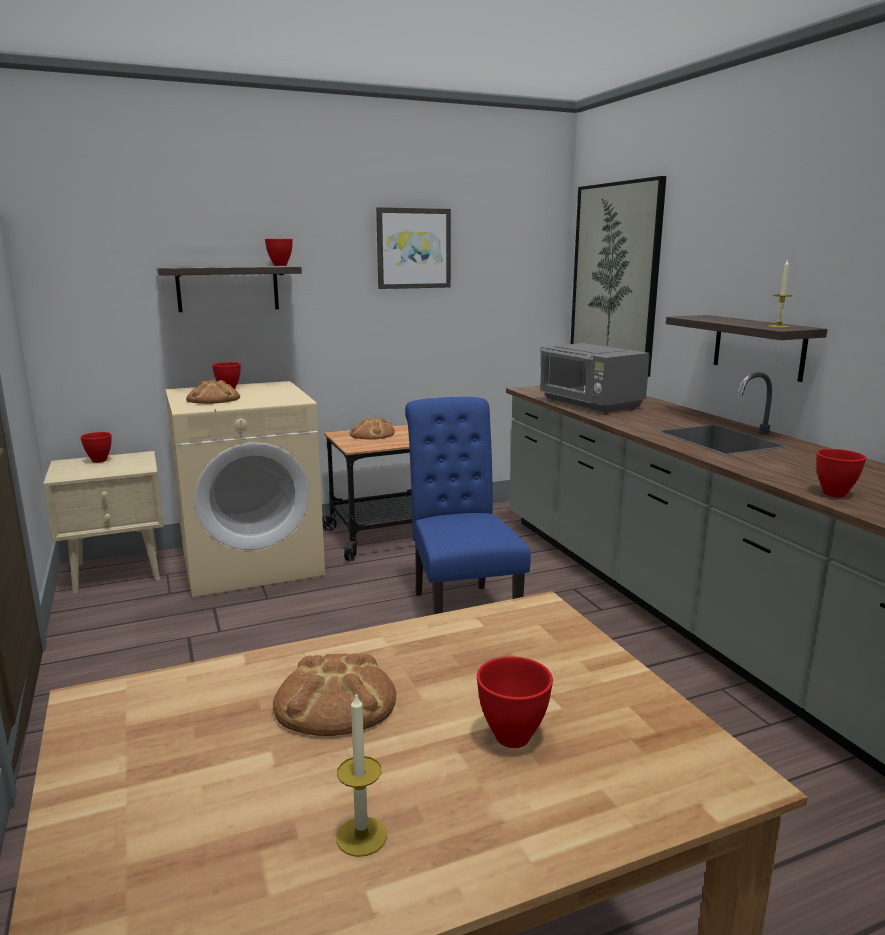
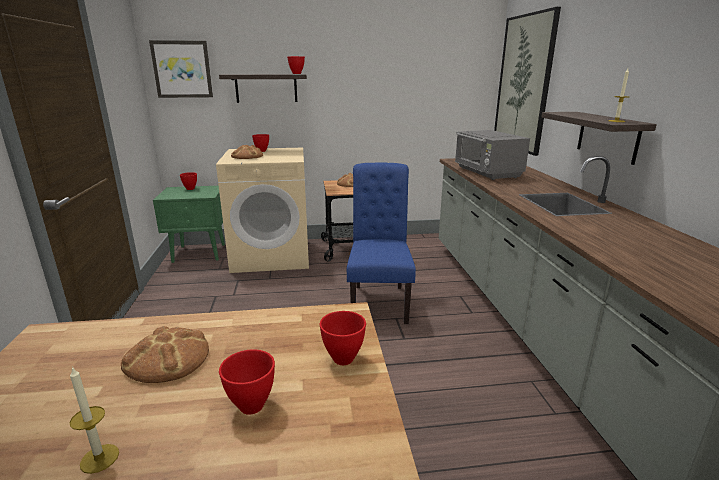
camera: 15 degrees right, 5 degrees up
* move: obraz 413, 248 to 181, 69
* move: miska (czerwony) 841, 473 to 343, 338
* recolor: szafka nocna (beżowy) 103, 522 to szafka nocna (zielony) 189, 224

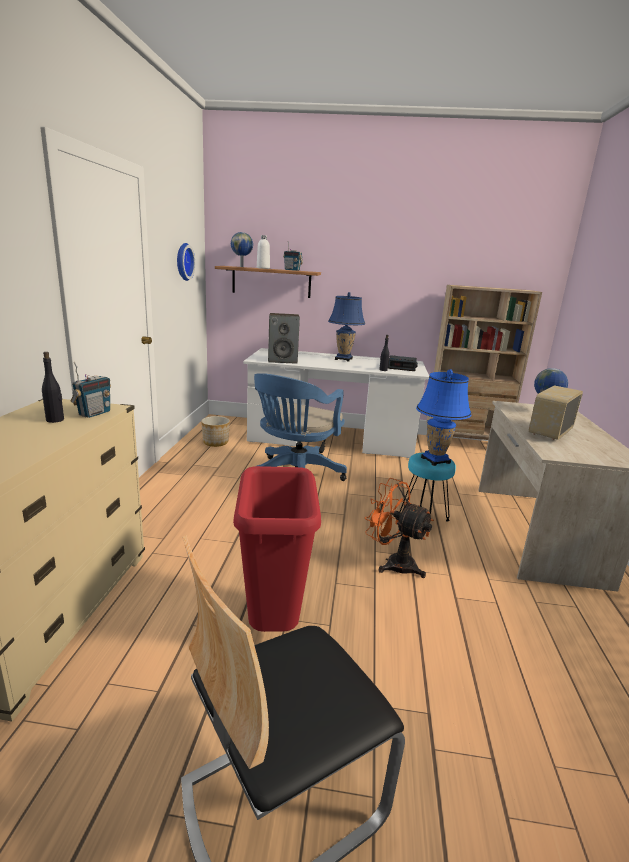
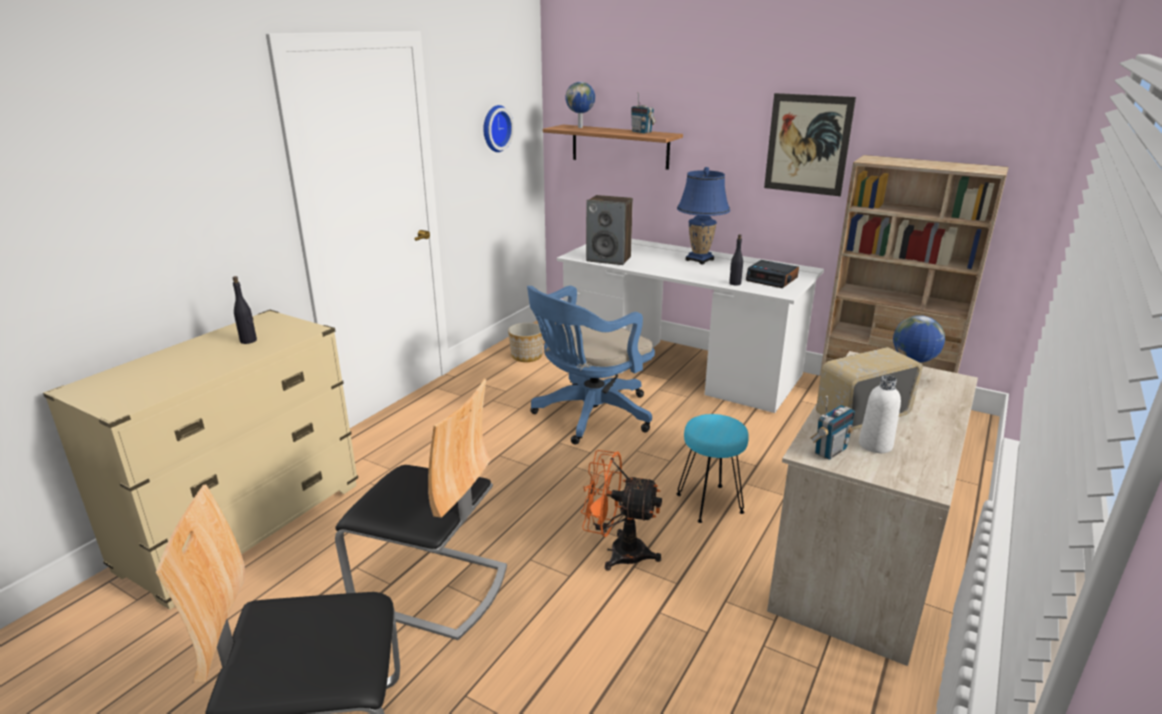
camera: 25 degrees right, 5 degrees up
* delete: lampa stołowa (niebieski) 443, 417
* insert: obraz 810, 144
* move: radio 91, 390 to 832, 428
* move: butelka (biały) 263, 252 to 880, 414
* replace: kosz na śmieci (czerwony) 277, 549 to krzesło 421, 509
* rotate: wentylator (pomarańczowy) 399, 528 = 621, 510 45 degrees counterclockwise

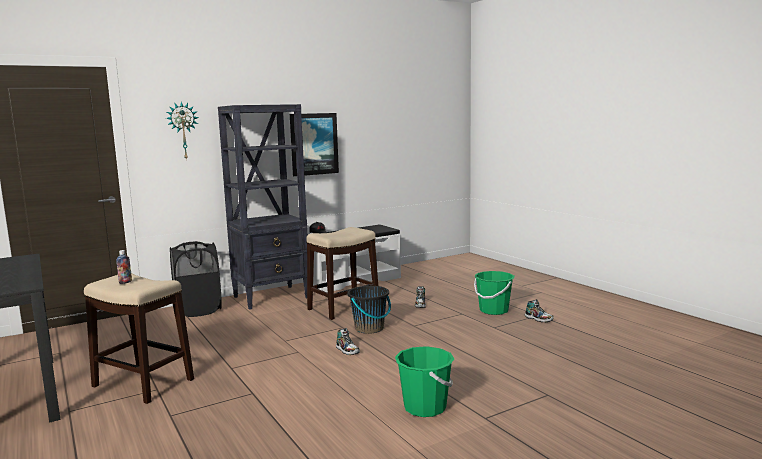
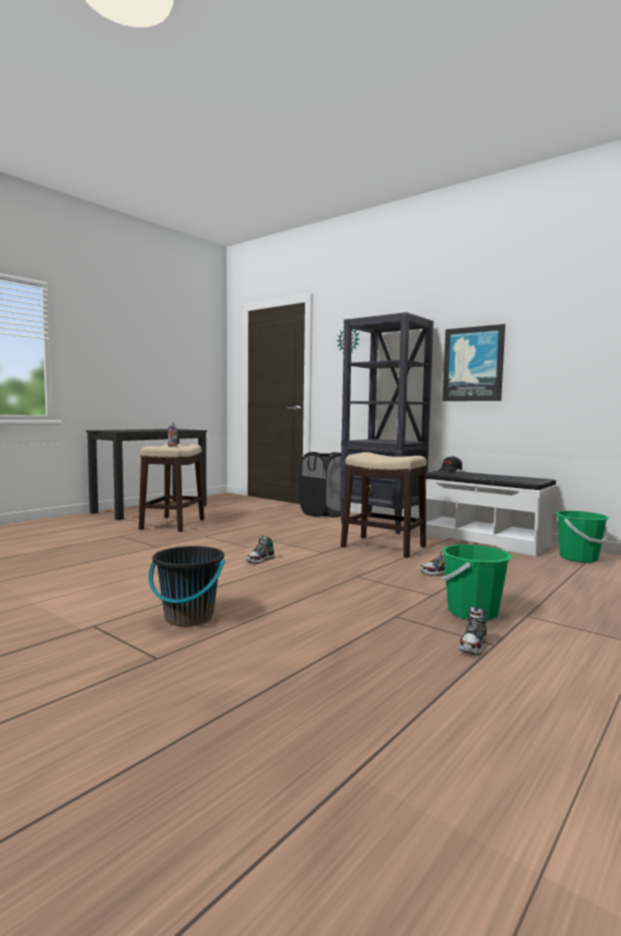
camera: 70 degrees right, 5 degrees down
* move: wiadro (czarny) 369, 310 to 187, 586
* move: wiadro (zielony) 424, 381 to 582, 537

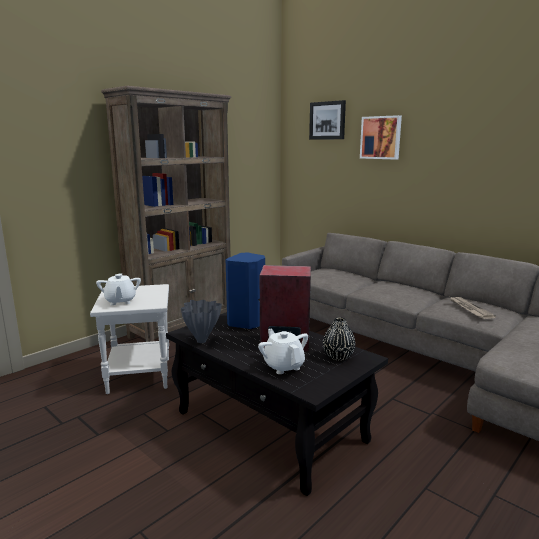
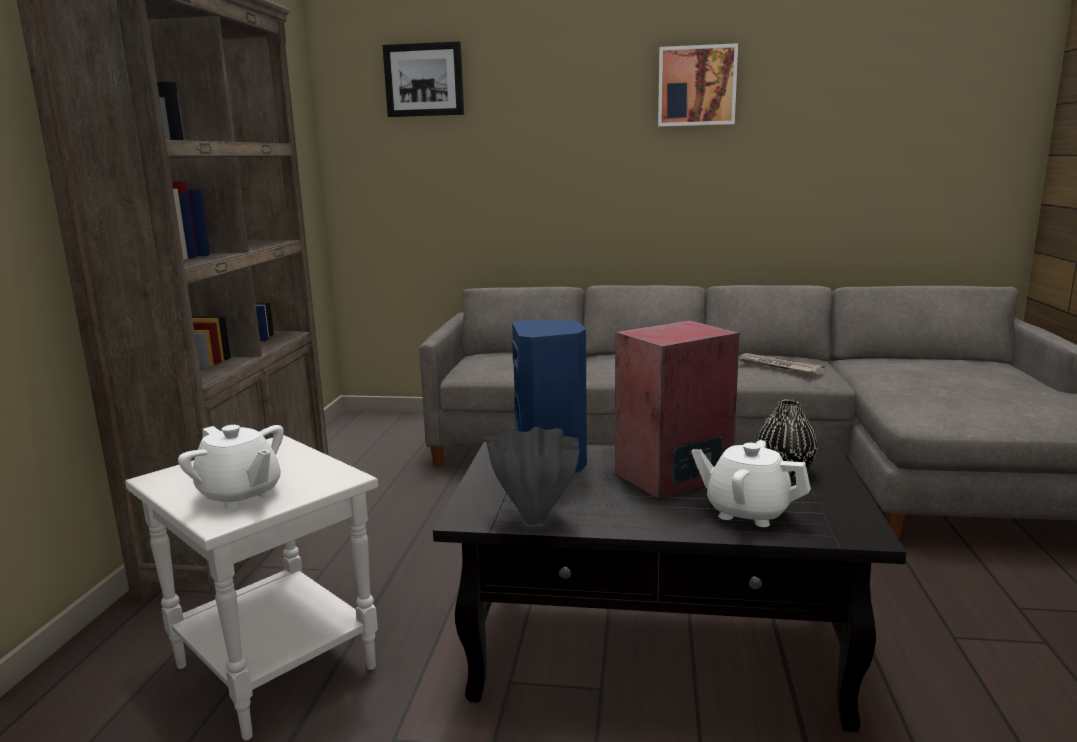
camera: 35 degrees left, 0 degrees up
* move: obraz 381, 137 to 698, 85

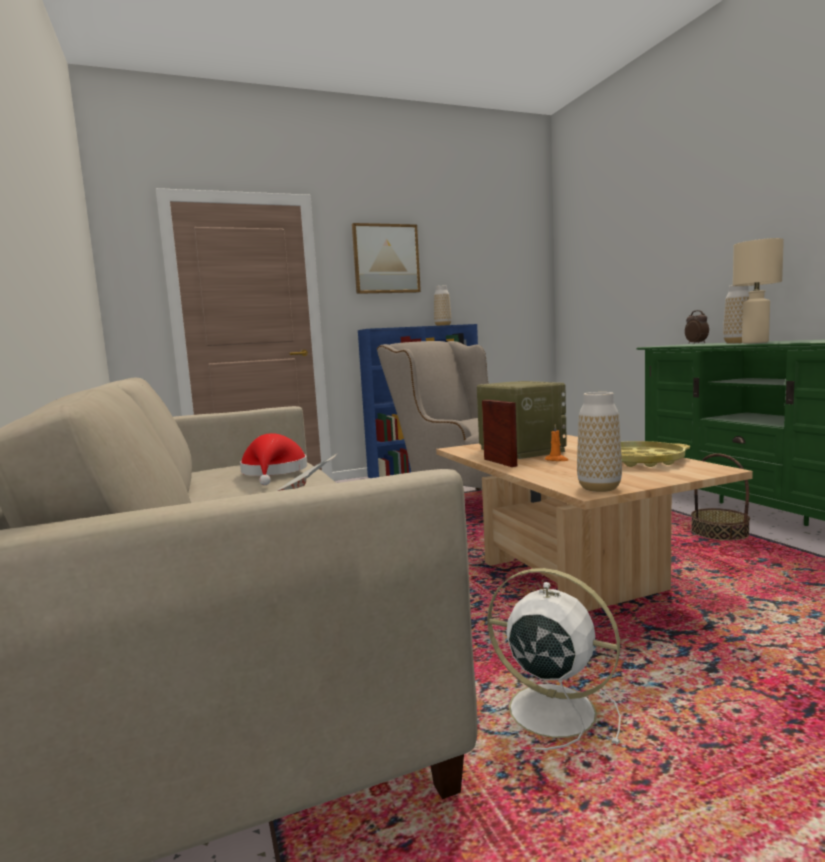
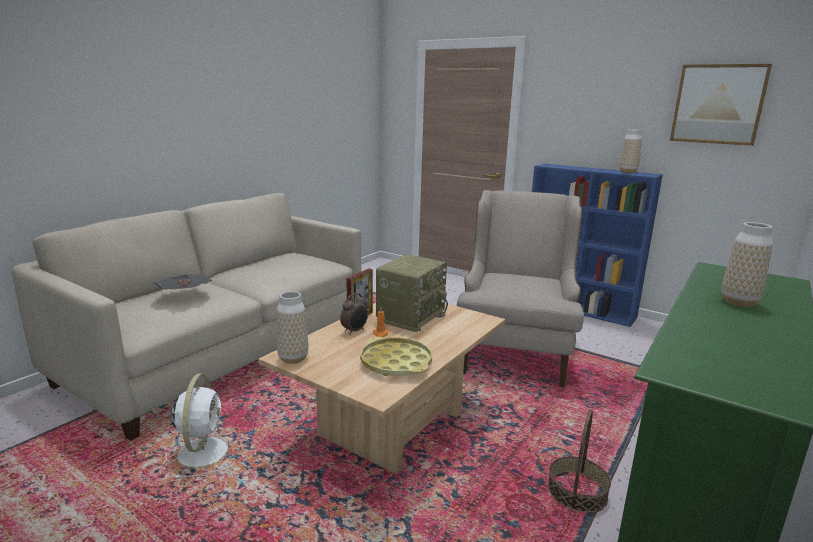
camera: 55 degrees right, 10 degrees up
* delete: kapelusz (czerwony) 273, 459
* delete: lampa stołowa (beżowy) 758, 291
* move: obraz 386, 258 to 721, 105
* move: budzik 697, 327 to 354, 314

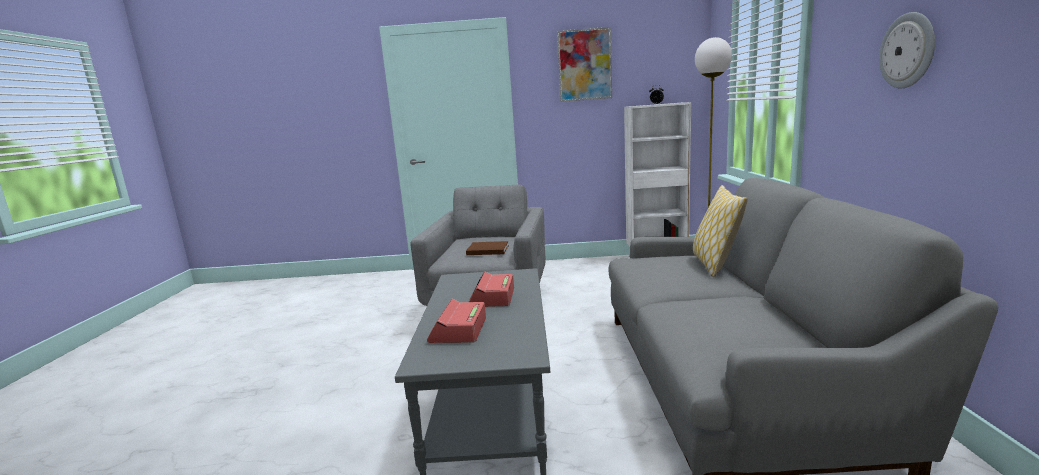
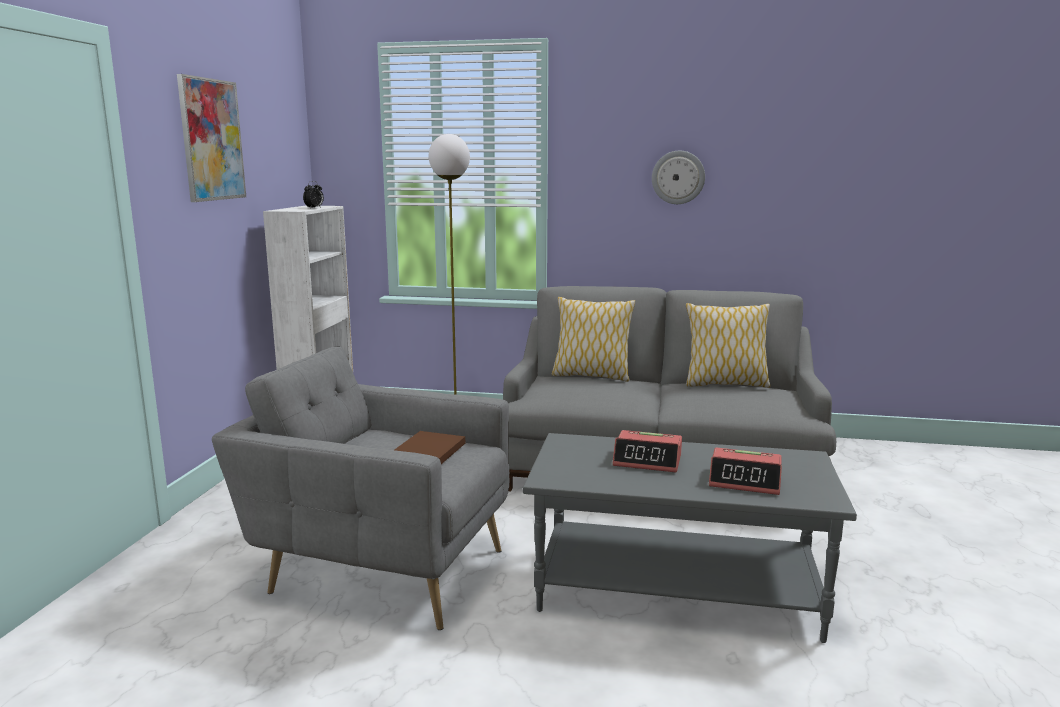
camera: 80 degrees left, 0 degrees up
* insert: poduszka 728, 345

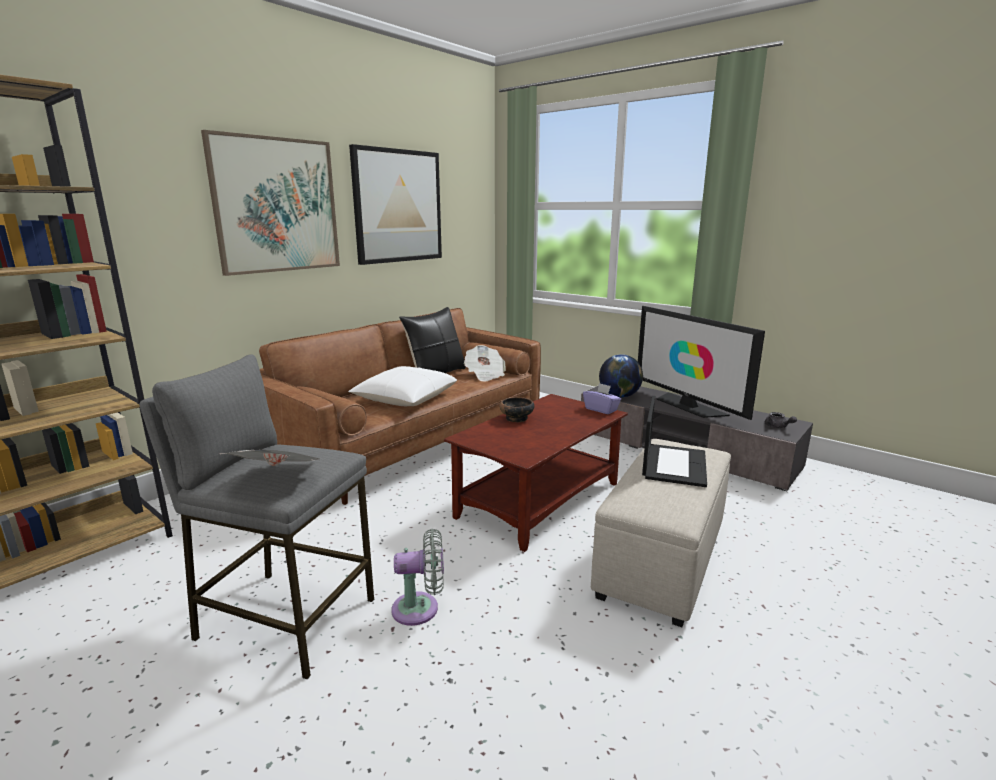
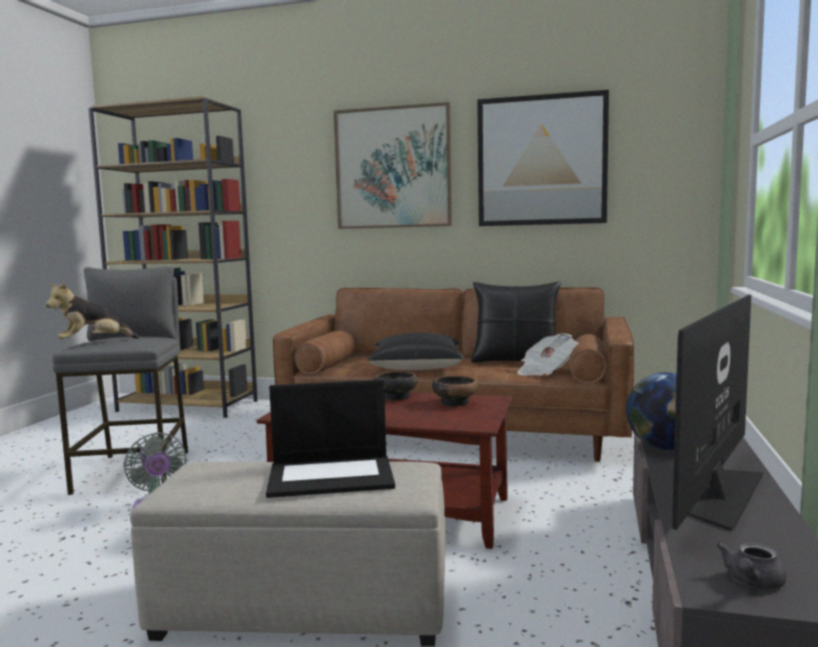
camera: 65 degrees right, 10 degrees down
* delete: pudełko chusteczek (fioletowy) 602, 398
* insert: miska 455, 391
* replace: gazeta 270, 458 to pluszak 93, 310
* recolor: poduszka (biały) 402, 386 to poduszka (czarny) 416, 351

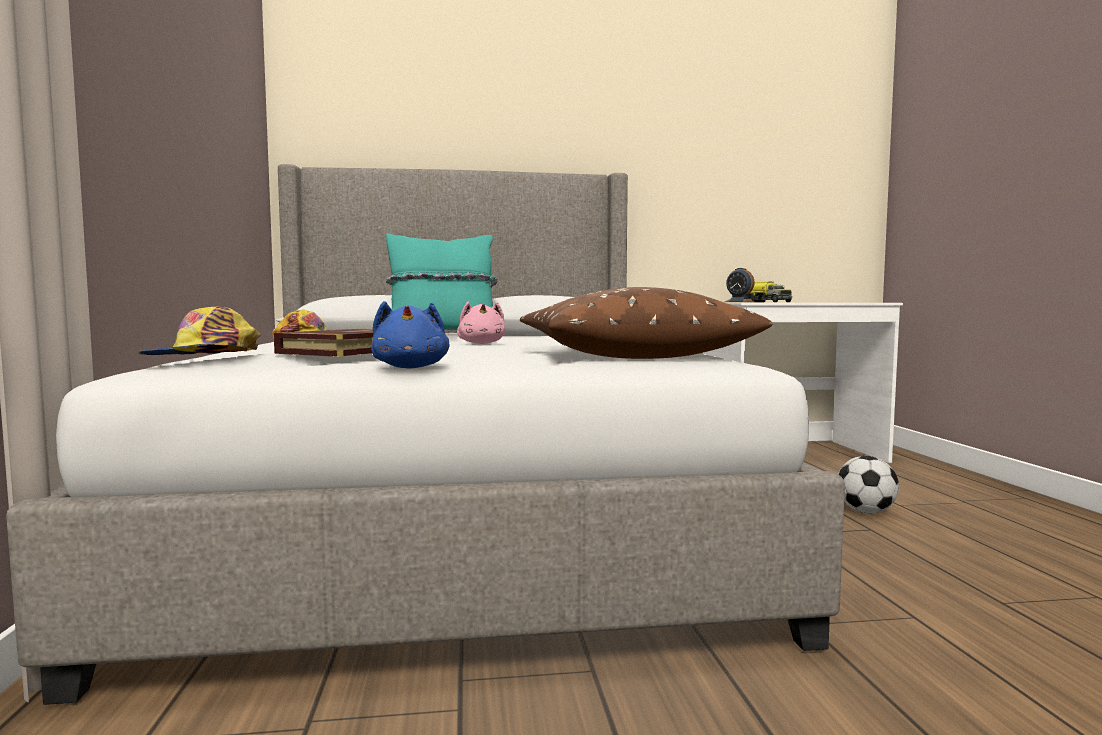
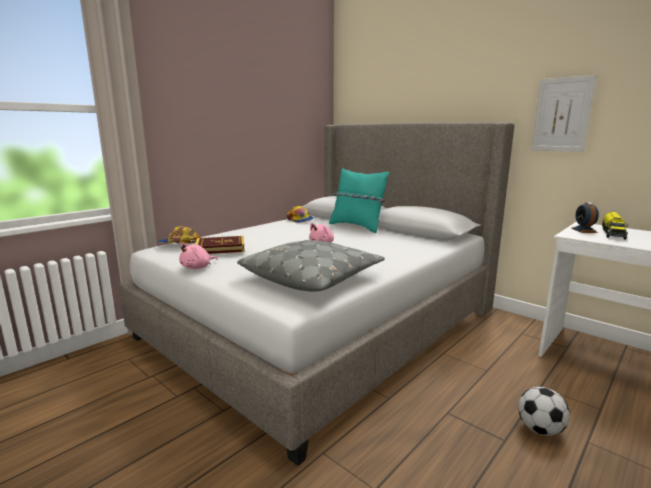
camera: 50 degrees right, 10 degrees up
* insert: obraz 564, 113
* recolor: pluszak (niebieski) 410, 334 to pluszak (różowy) 198, 256
* recolor: poduszka (brązowy) 646, 323 to poduszka (szary) 311, 265

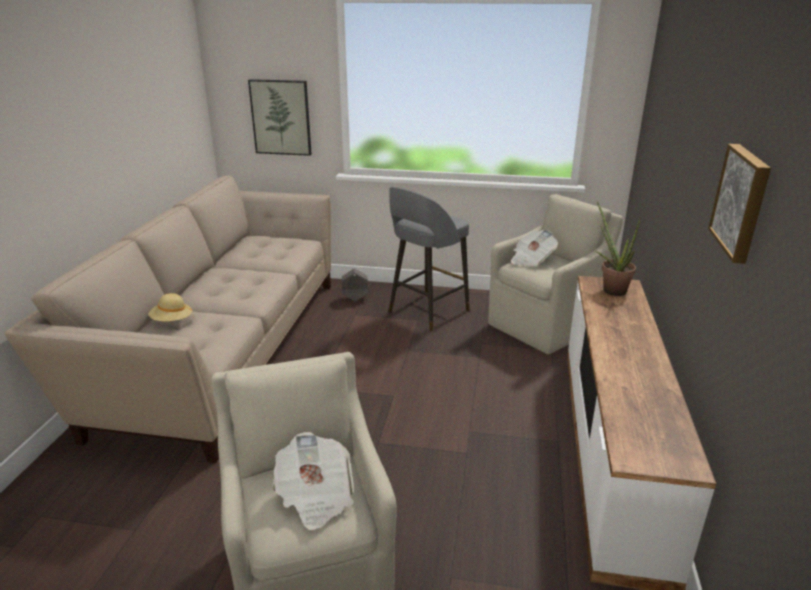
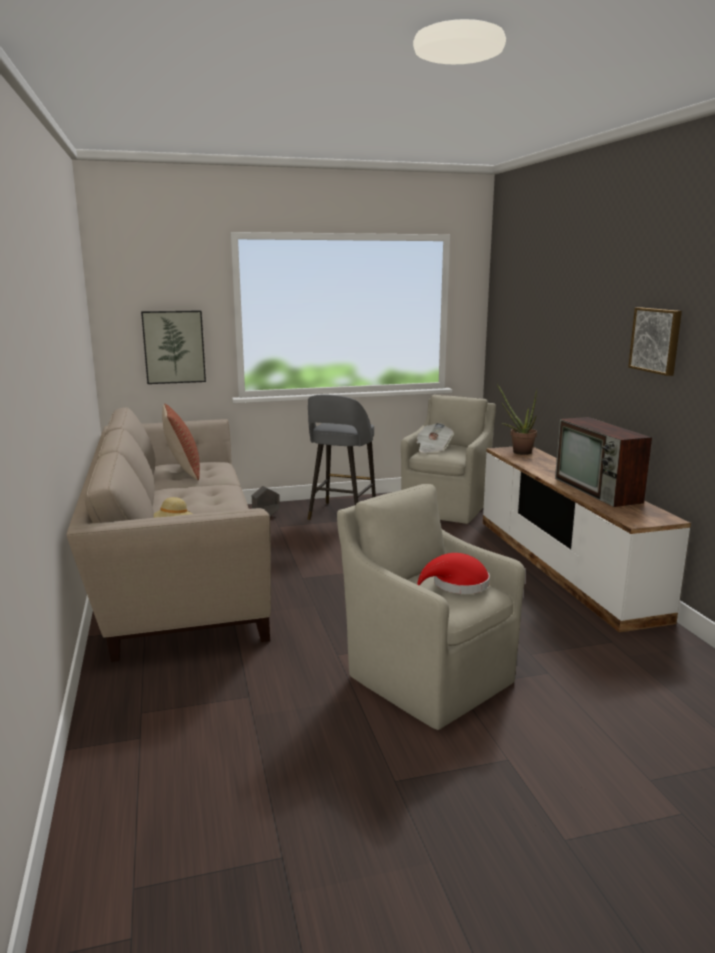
camera: 25 degrees left, 10 degrees down
* insert: poduszka 181, 442
* insert: telewizor 603, 462
* replace: gazeta 313, 481 to kapelusz (czerwony) 453, 573

